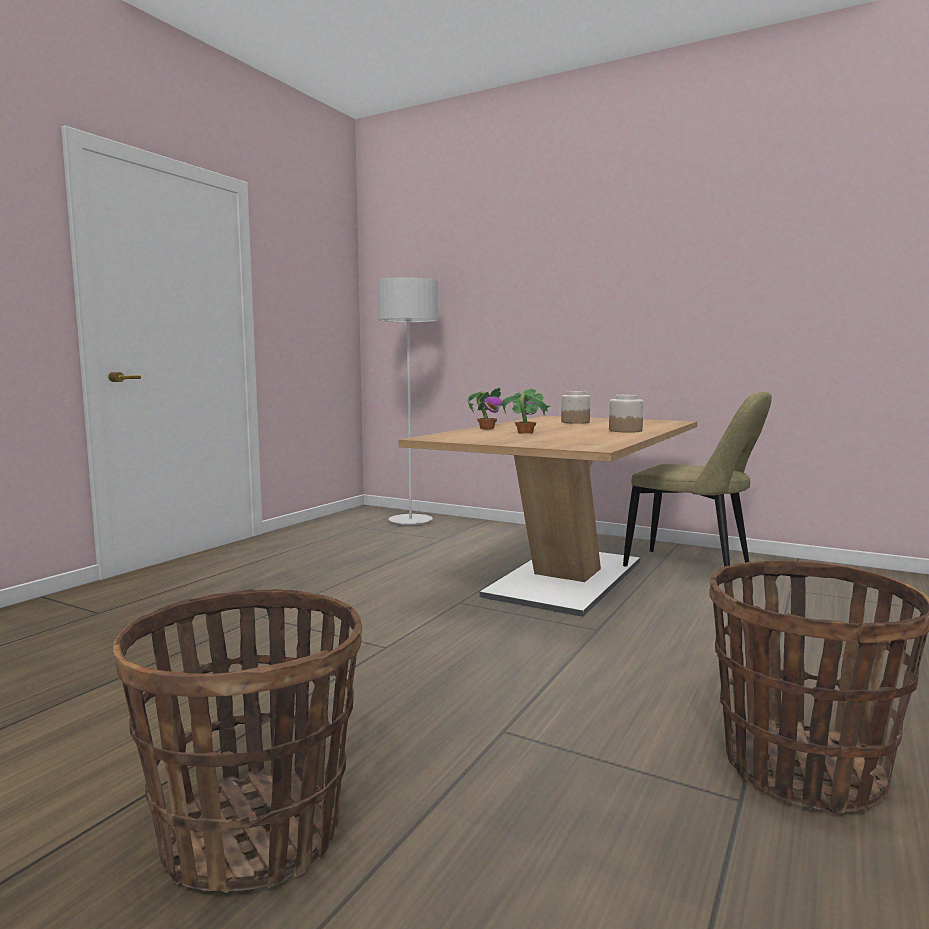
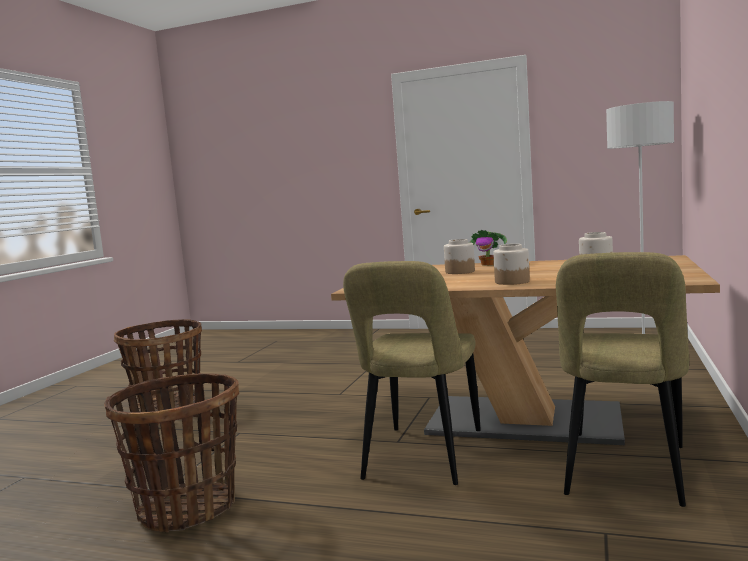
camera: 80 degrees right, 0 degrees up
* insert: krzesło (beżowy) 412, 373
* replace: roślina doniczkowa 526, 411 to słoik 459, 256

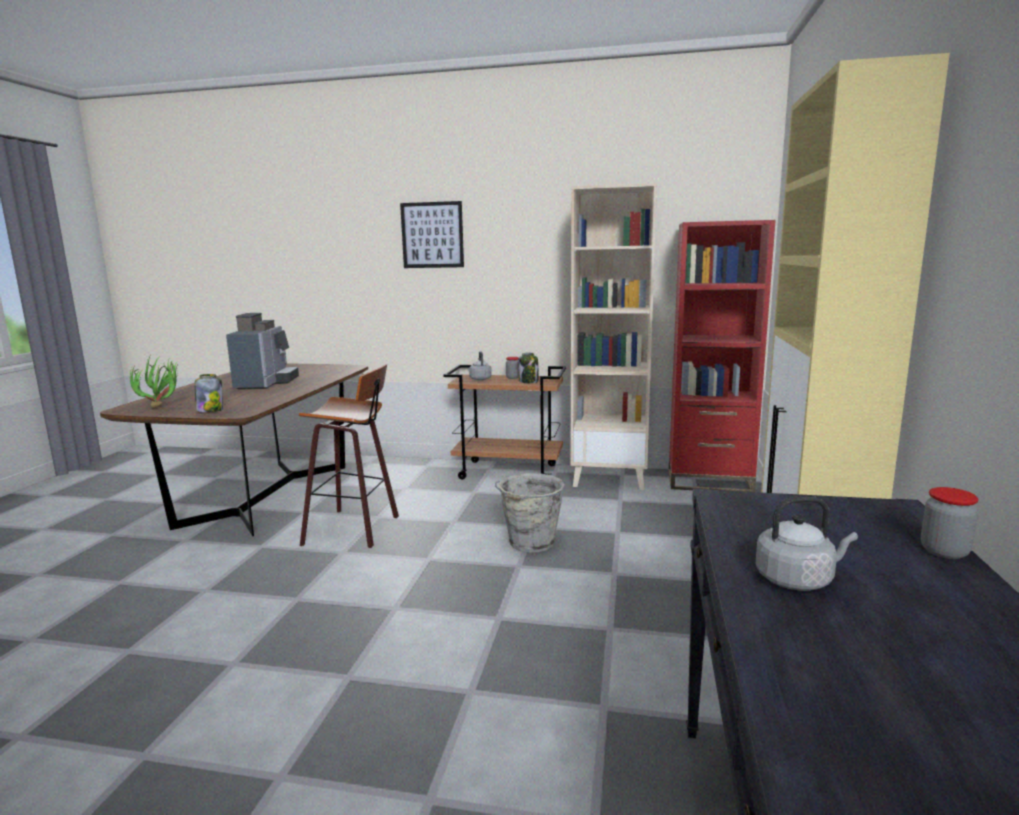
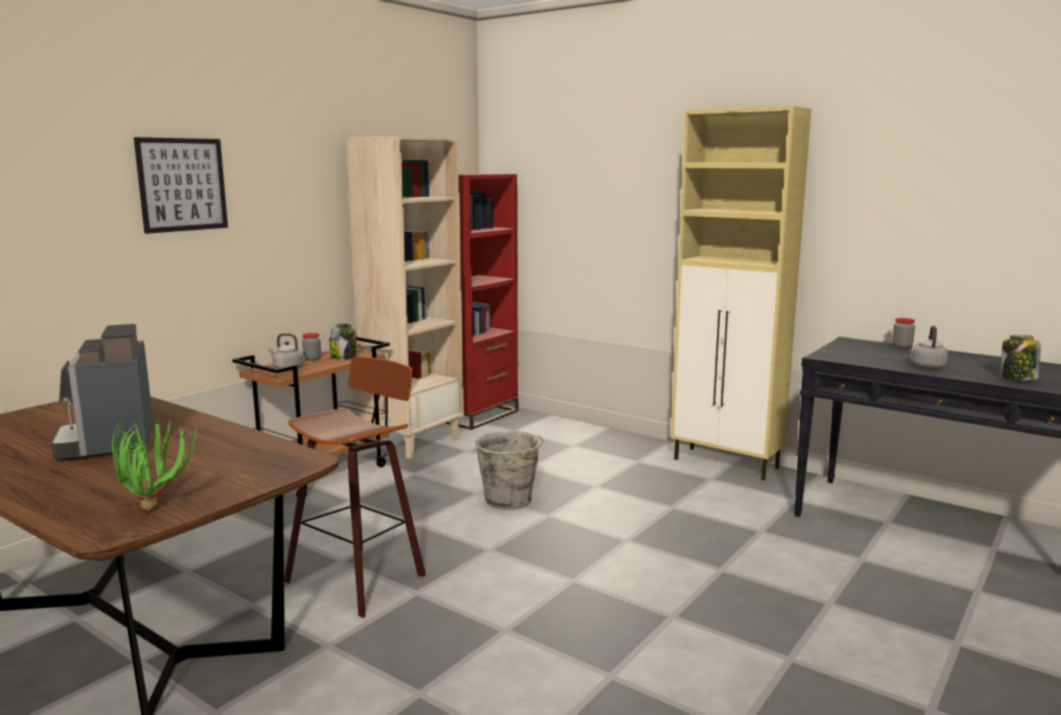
camera: 65 degrees left, 0 degrees up
* move: słoik 209, 393 to 1020, 358
* rotate: ekspres do kawy 262, 351 = 102, 392 135 degrees counterclockwise

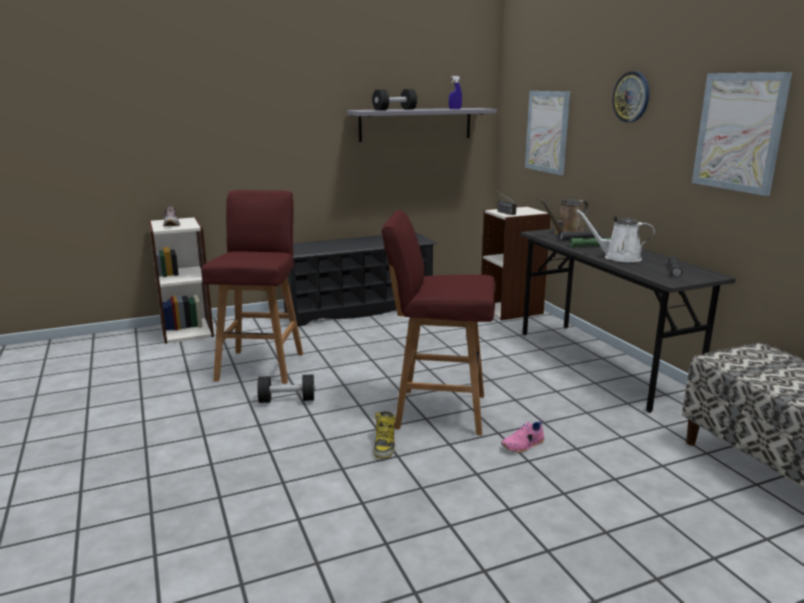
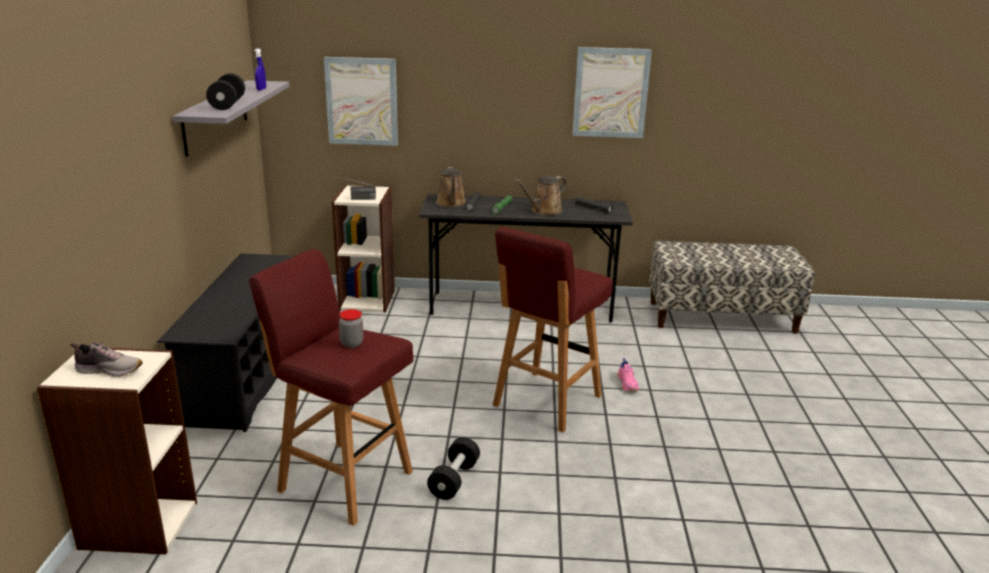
camera: 65 degrees left, 5 degrees up
* delete: but z cholewką 384, 435
* delete: zegar ścienny 630, 96
* insert: słoik 351, 328
* recolor: konewka (biały) 615, 236 to konewka (brązowy) 541, 195

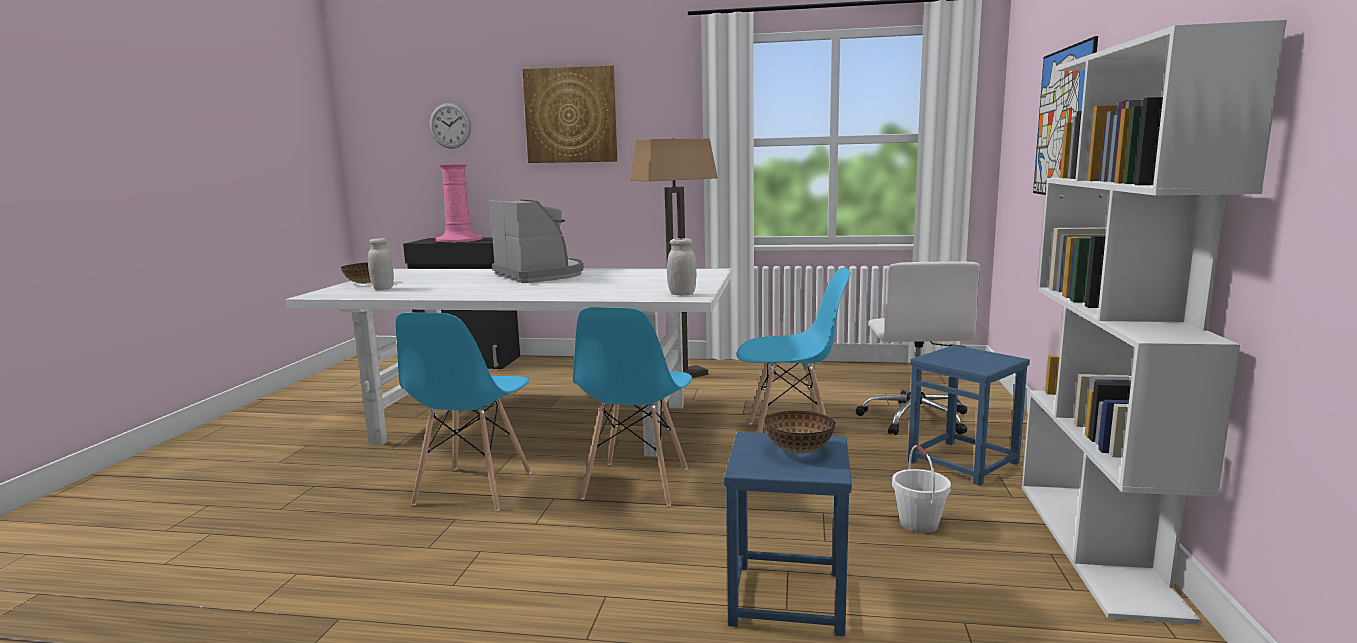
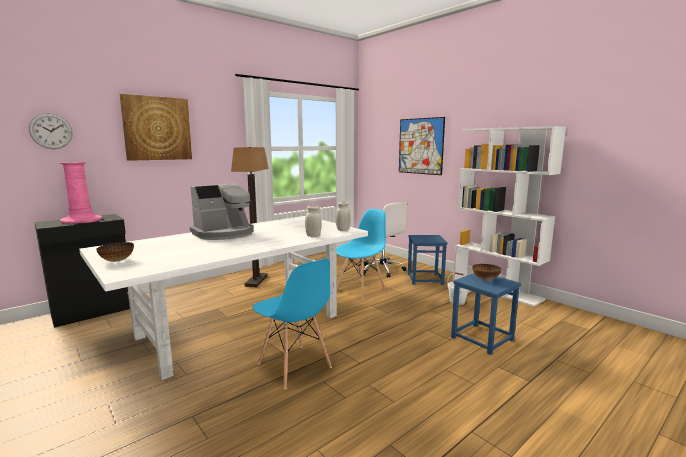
camera: 50 degrees left, 0 degrees up
* delete: krzesło (niebieski) 632, 406
* move: słoik (biały) 381, 264 to 313, 221
* rotate: ekspres do kawy 537, 241 = 222, 211 135 degrees clockwise

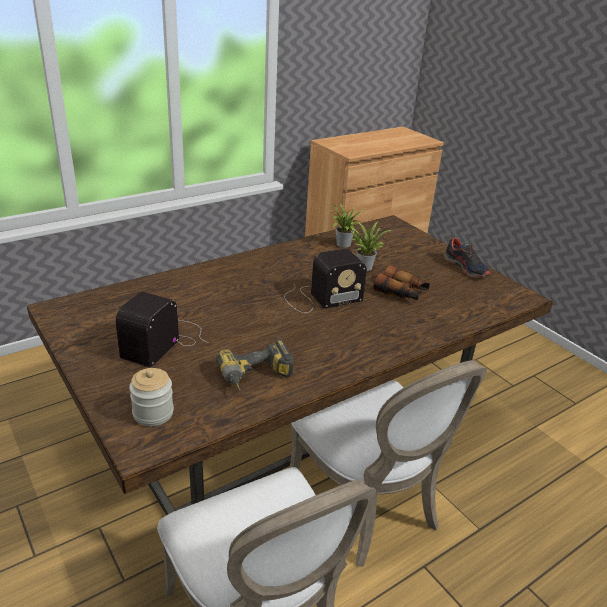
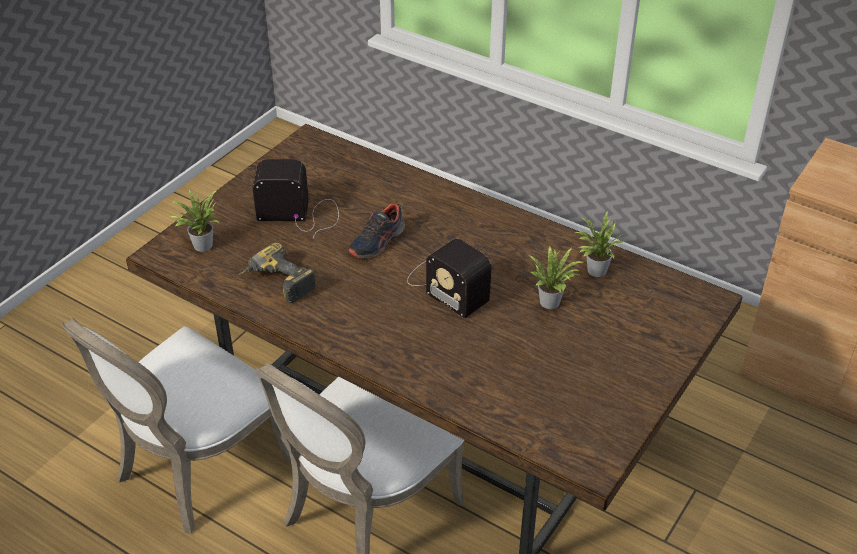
camera: 70 degrees right, 10 degrees up
* delete: lornetka 401, 282
* move: but 467, 258 to 376, 231
* replace: słoik 151, 397 to roślina doniczkowa 194, 220

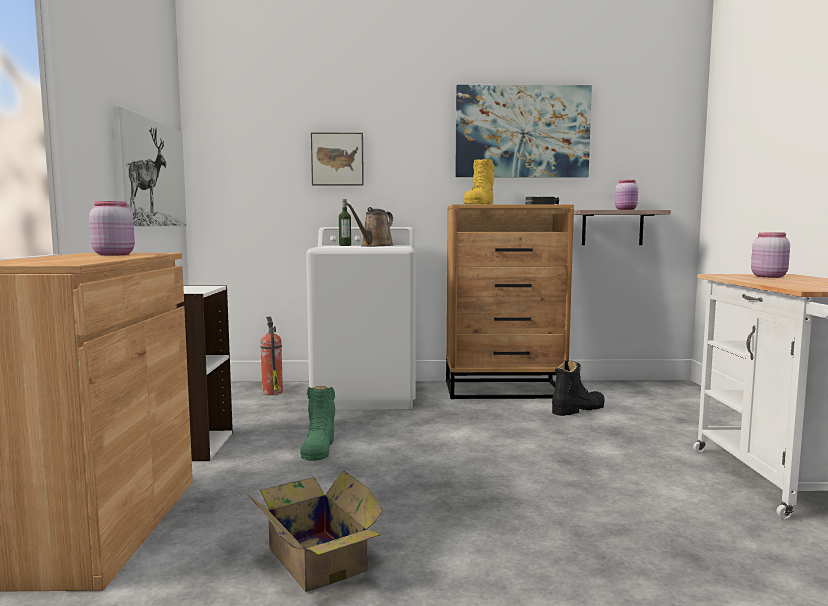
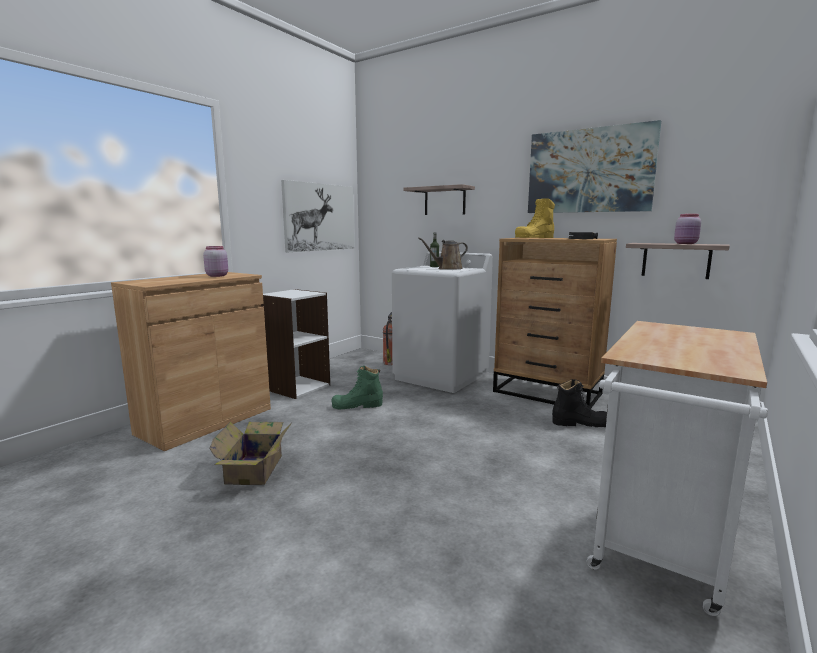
camera: 35 degrees right, 5 degrees up
* delete: słoik (różowy) 770, 255
* replace: obraz 337, 159 to półka 439, 199
* rotate: but z cholewką (zielony) 317, 423 = 357, 387 45 degrees clockwise

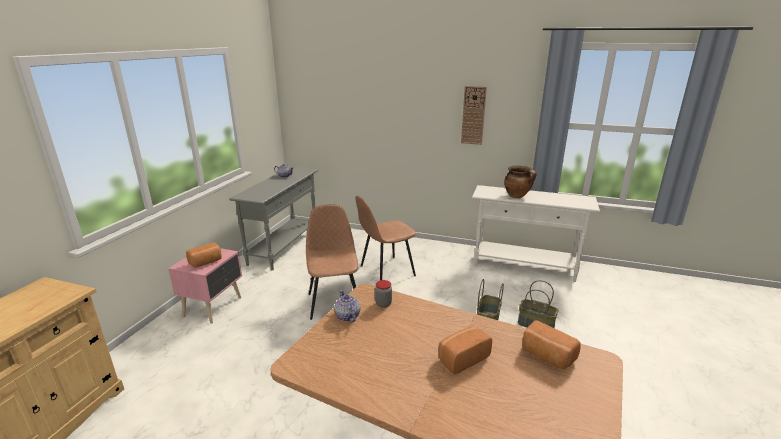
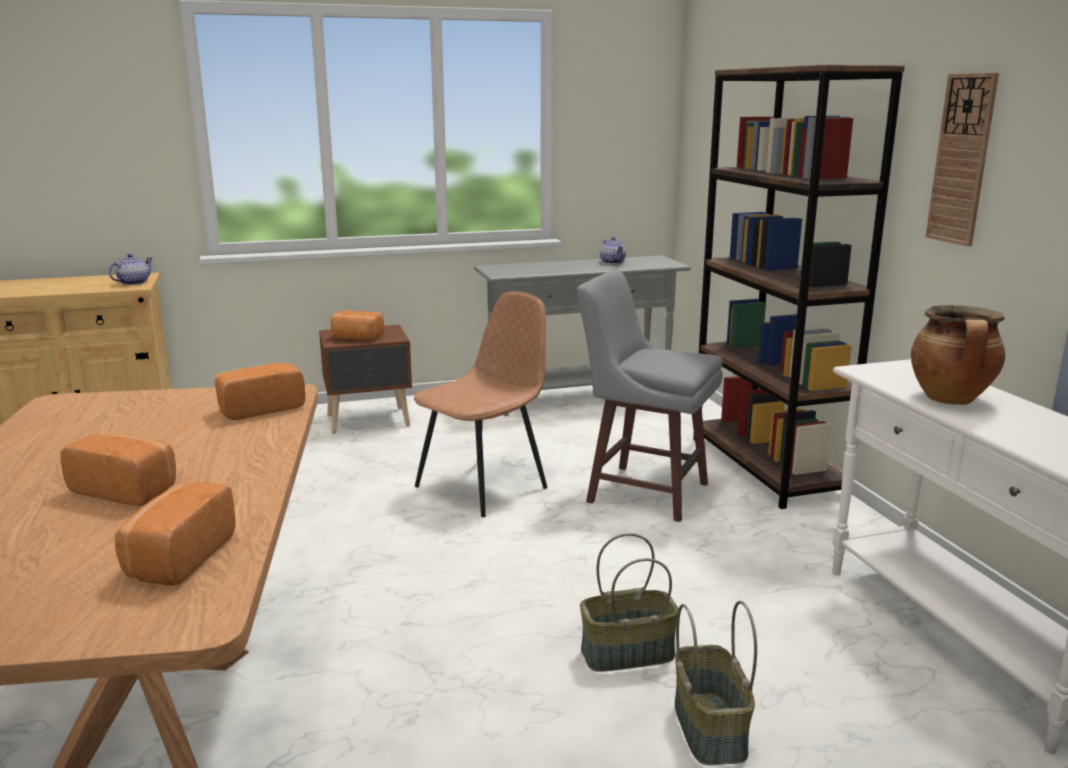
camera: 55 degrees right, 5 degrees down
* insert: regał (brązowy) 799, 287
* move: imbryk 347, 306 to 130, 269
* replace: krzesło (brązowy) 385, 238 to stołek (szary) 650, 396
* replace: słoik 383, 294 to chleb 260, 391
* recolor: szafka nocna (różowy) 205, 286 to szafka nocna (brązowy) 365, 379

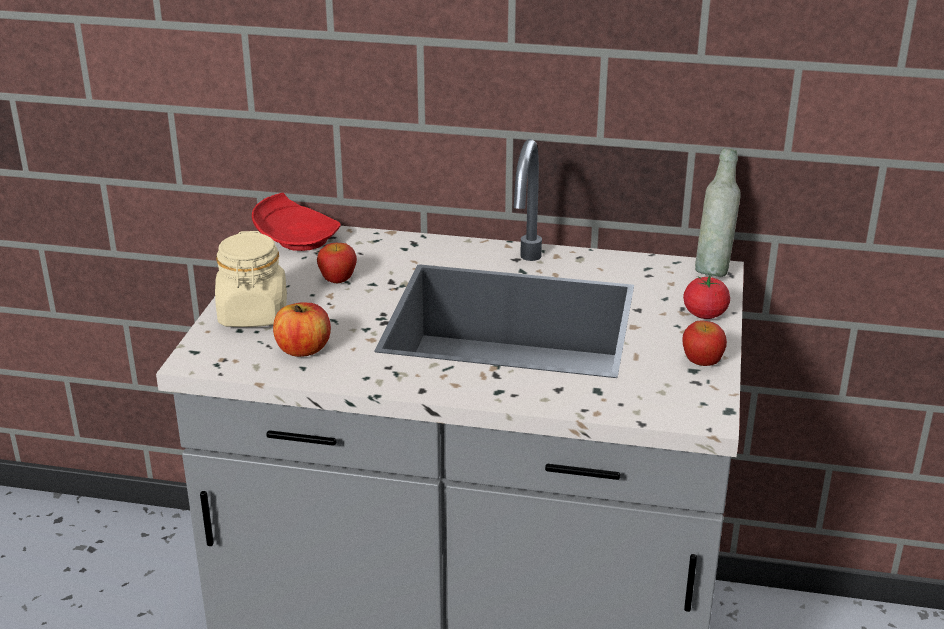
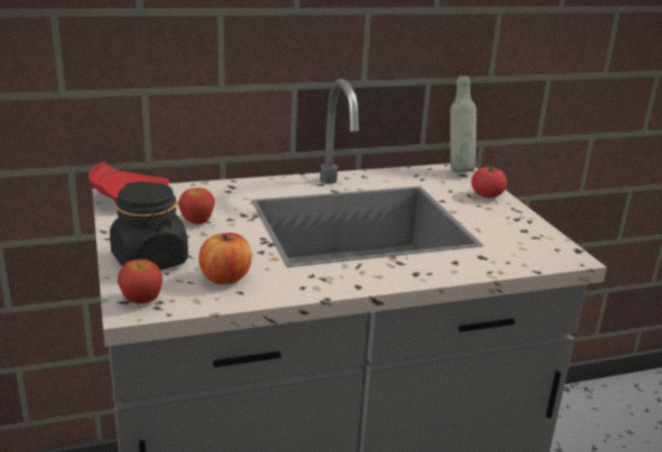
camera: 30 degrees left, 5 degrees down
* move: jabłko 704, 343 to 140, 281
* recolor: słoik (beżowy) 251, 279 to słoik (czarny) 149, 225

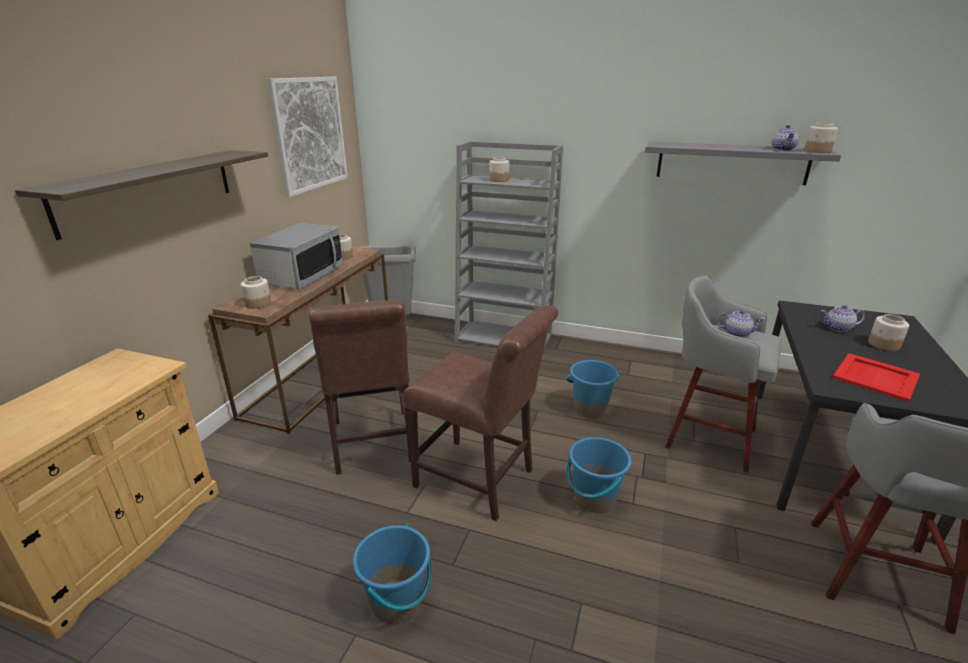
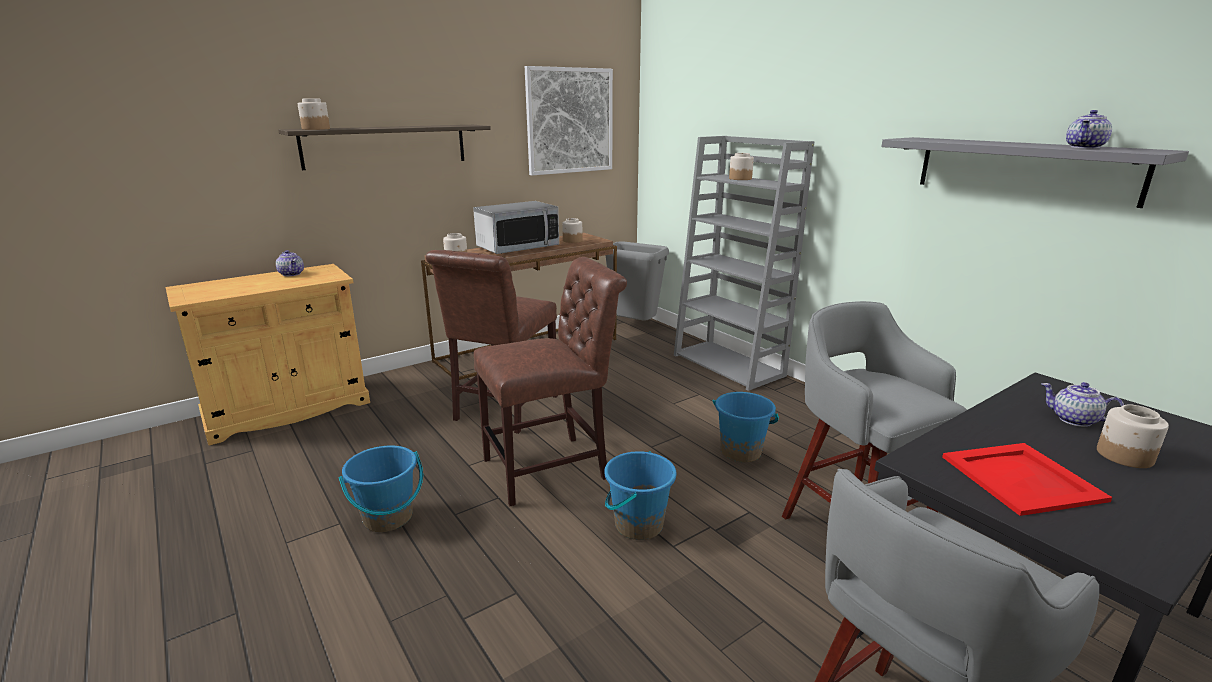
camera: 35 degrees right, 5 degrees down
* move: imbryk 740, 323 to 290, 263
* move: słoik 821, 138 to 314, 114
* rotate: krzesło (brązowy) 481, 413 = 550, 381 90 degrees counterclockwise

